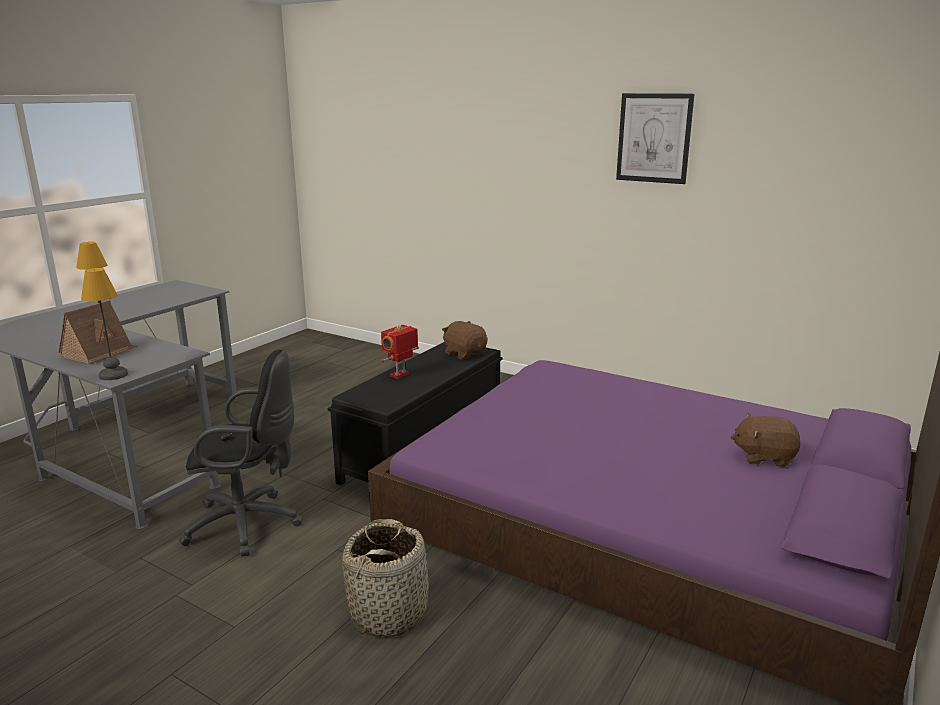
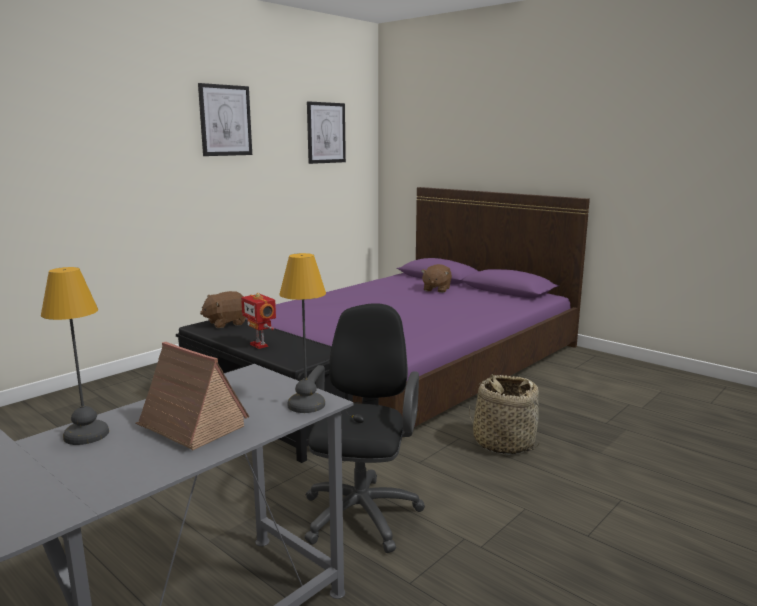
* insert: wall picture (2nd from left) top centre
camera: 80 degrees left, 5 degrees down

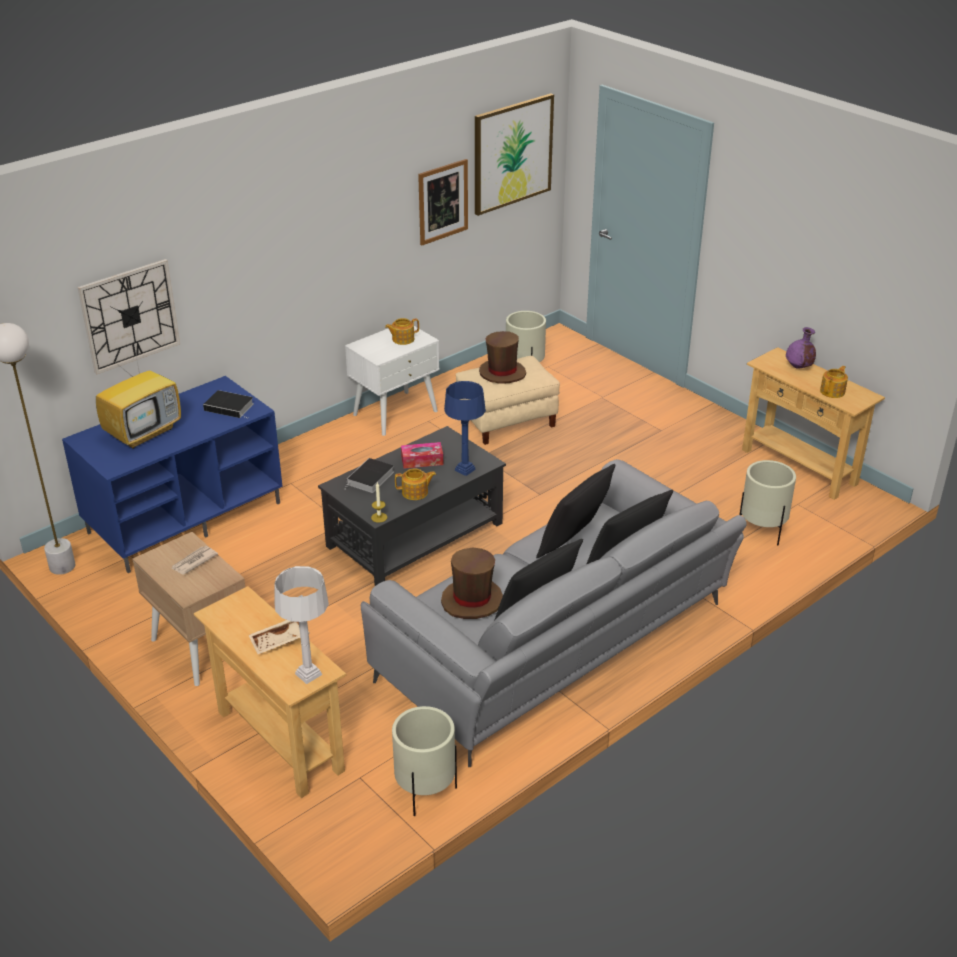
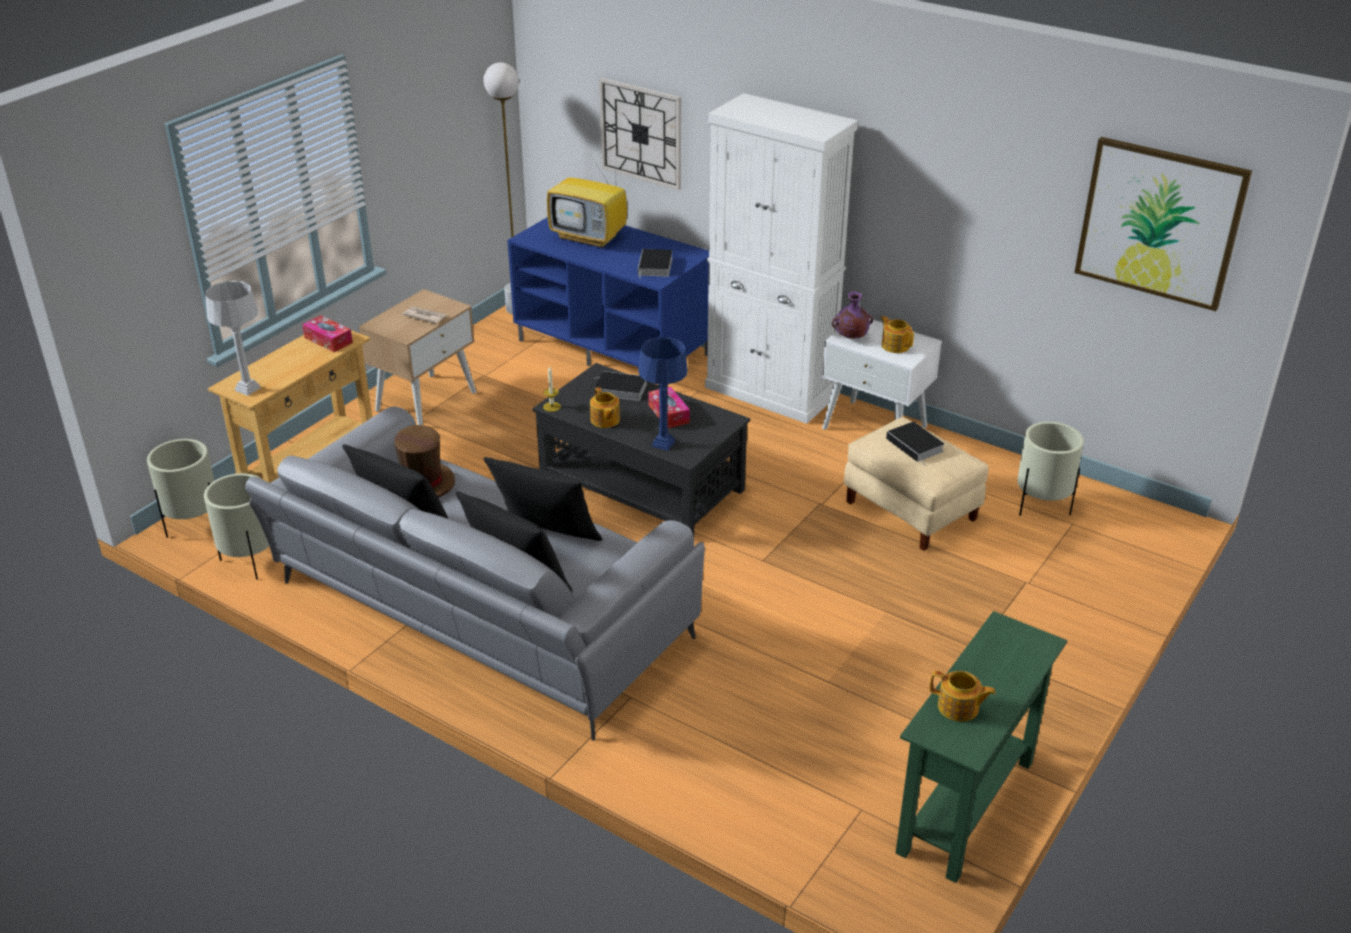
* delete: tray/beige-coloured middle left
* delete: wall picture (1st from left) top centre
* insert: tissue holder (1st from left) middle left
* insert: cabinet/white top centre
* move: flower pot/beige-coloured (3rd from left in the first image) middle right to flower pot/beige-coloured (1st from left) middle left
* move: vase/purple-coloured middle right to centre
* replace: clothing hat/brownish (2nd from left) centre to book (3rd from left) middle right
* recolor: narrow table/beige-coloured (2nd from left) middle right to narrow table/green bottom right
camera: 75 degrees right, 0 degrees up

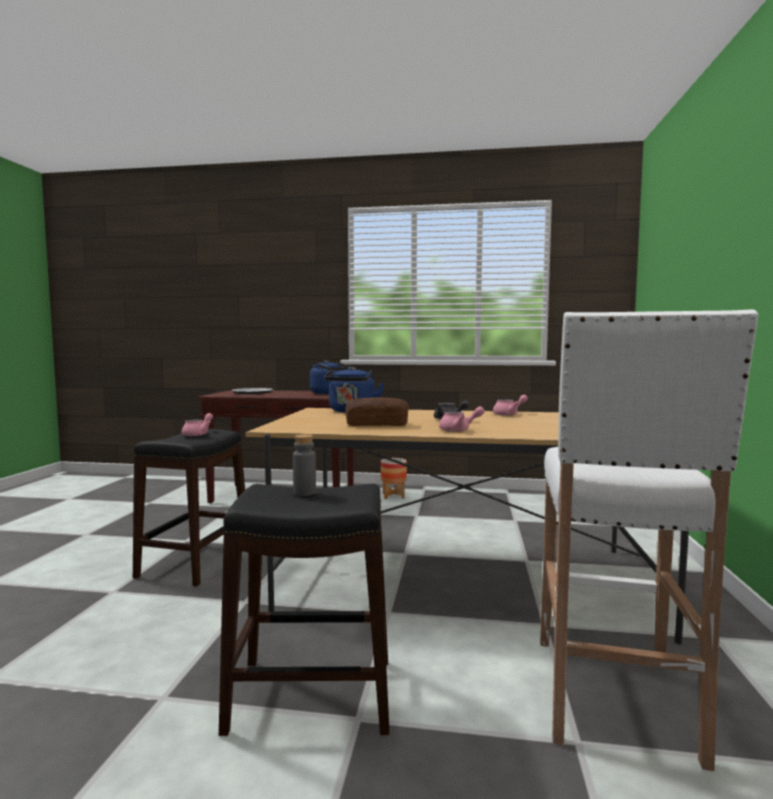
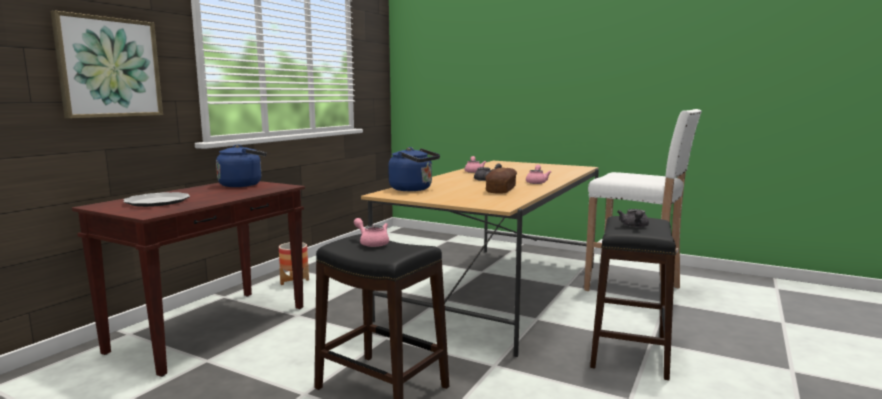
* insert: wall picture top left
* replace: bottle/gray centre to pot for tea/gray (2nd from left) middle right
camera: 70 degrees left, 5 degrees up

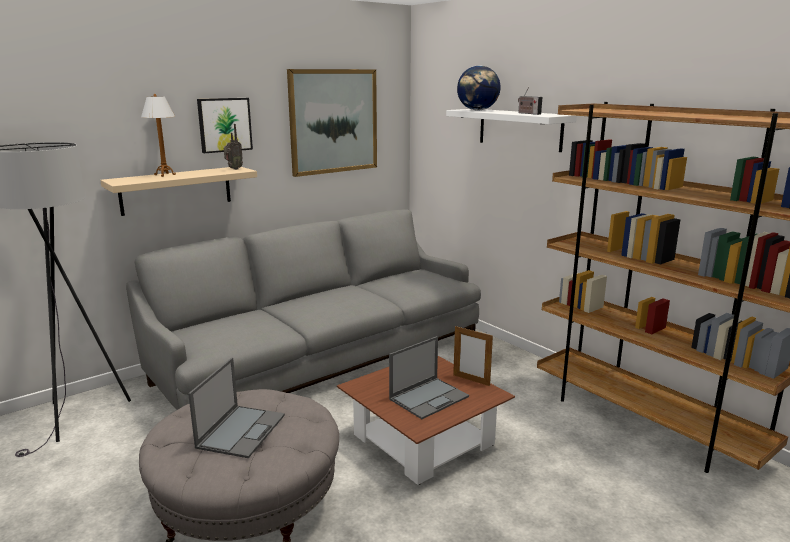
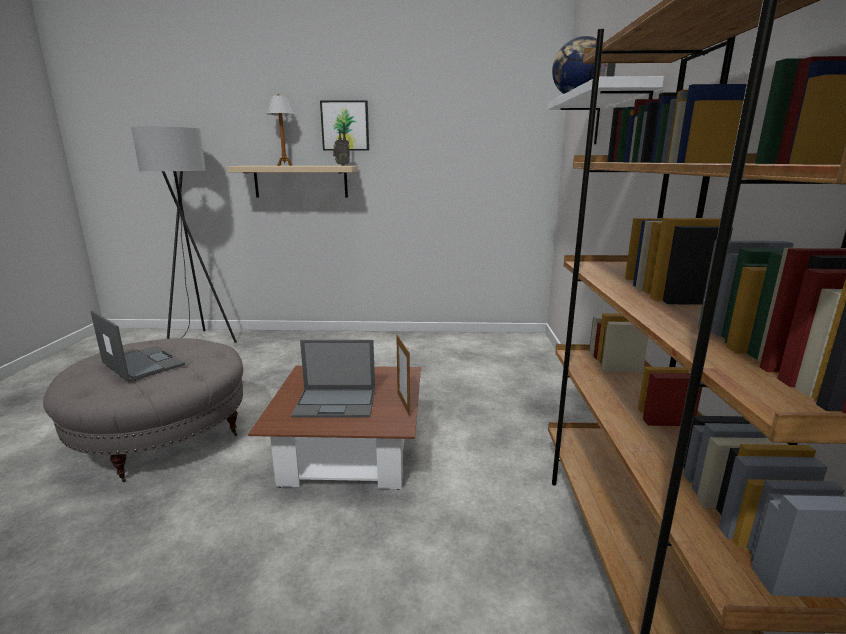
* delete: sofa/gray centre
* delete: wall picture (2nd from left) top centre
* rotate: notebook computer (1st from left) bottom left = middle left 105 degrees counterclockwise
camera: 40 degrees right, 0 degrees up

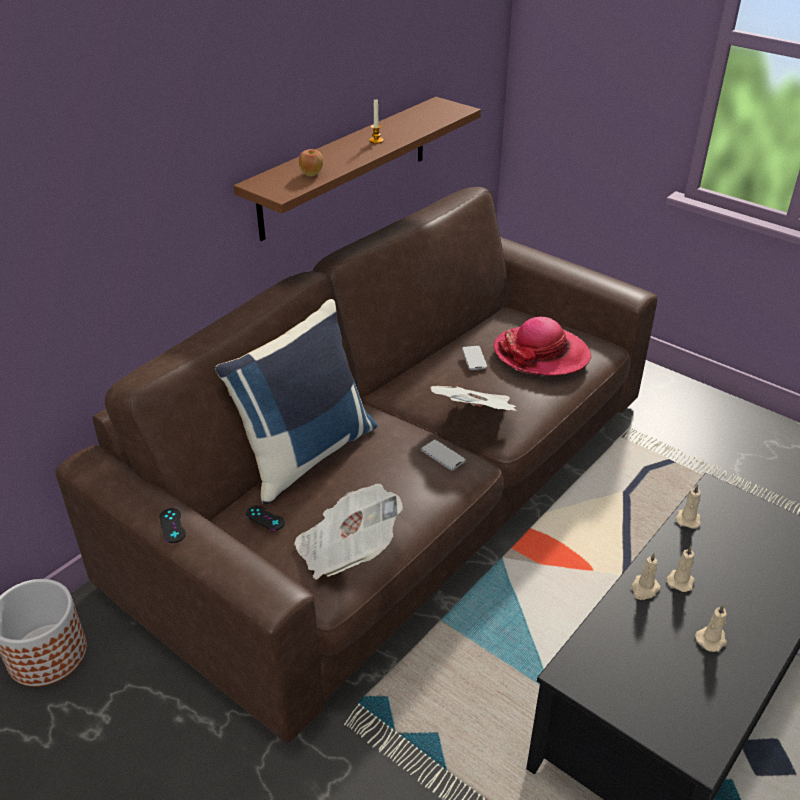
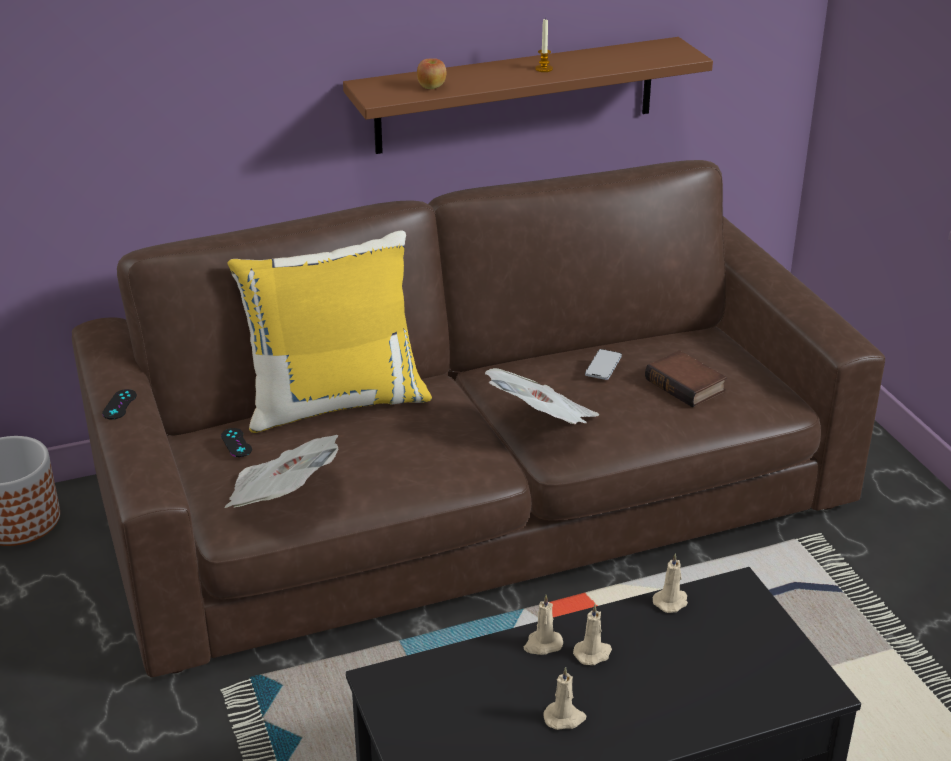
* delete: phone (1st from left) centre
* replace: clothing hat middle right to book middle right
* recolor: cushion/blue-coloured centre to cushion/yellow-coloured centre
camera: 30 degrees right, 5 degrees down

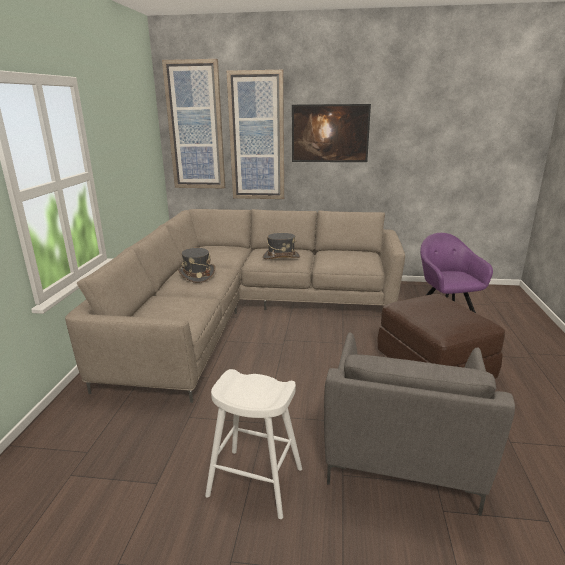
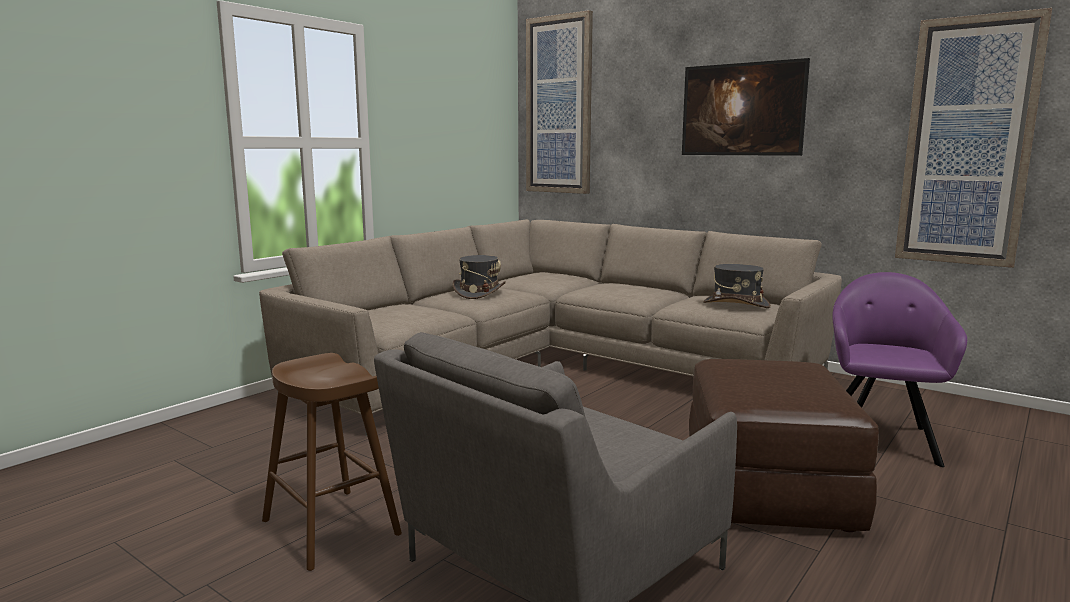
* move: wall picture (2nd from left in the first image) top centre to wall picture (3rd from left) top right
* move: clothing hat/gray (2nd from left) centre to middle right
* recolor: sitting stool/white bottom centre to sitting stool/brownish bottom left
camera: 30 degrees right, 10 degrees down

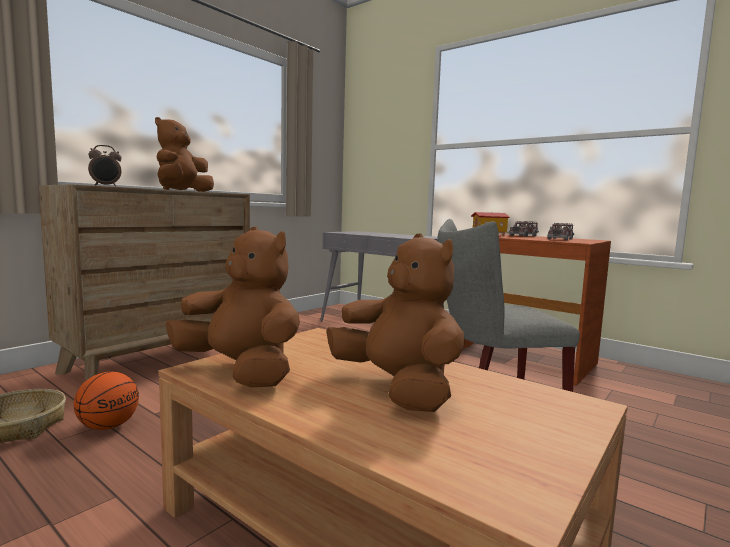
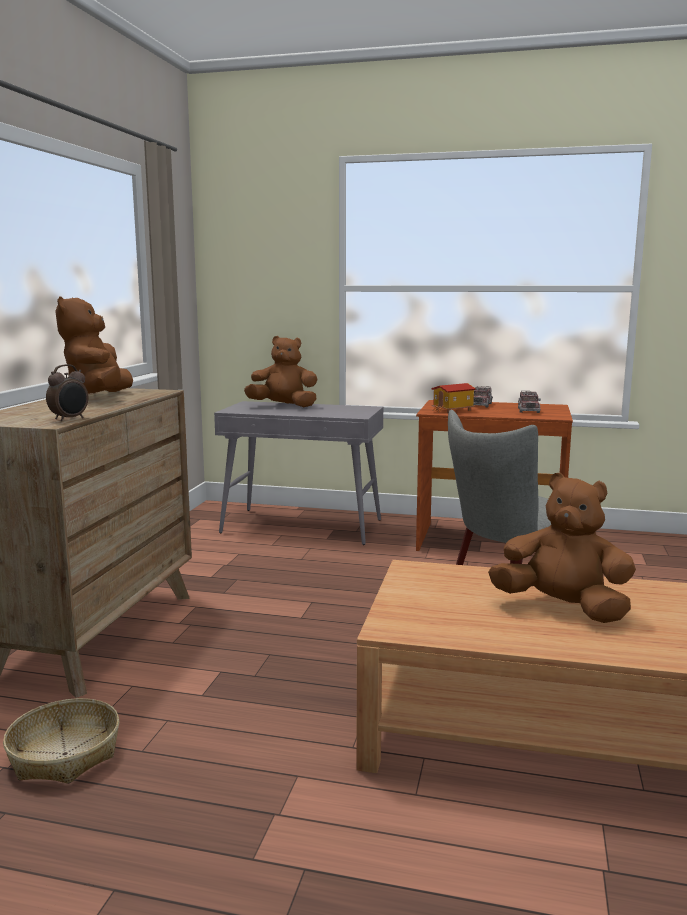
* delete: basketball ball bottom left
* move: cuddly toy/brownish (2nd from left) middle left to centre
camera: 25 degrees left, 5 degrees up

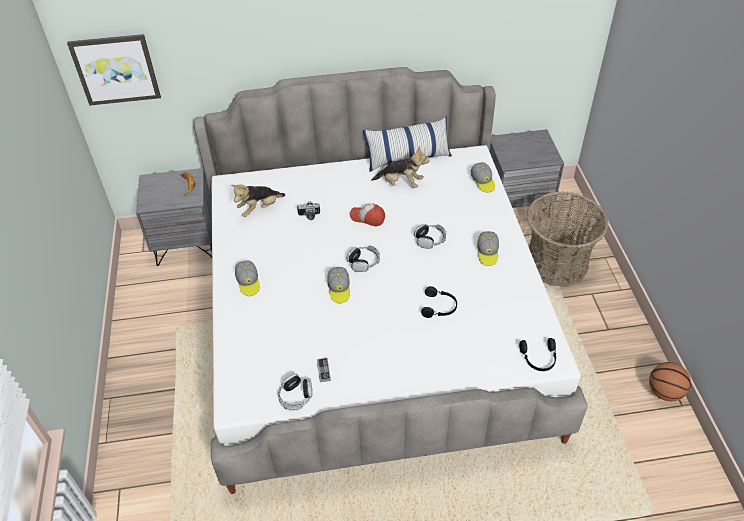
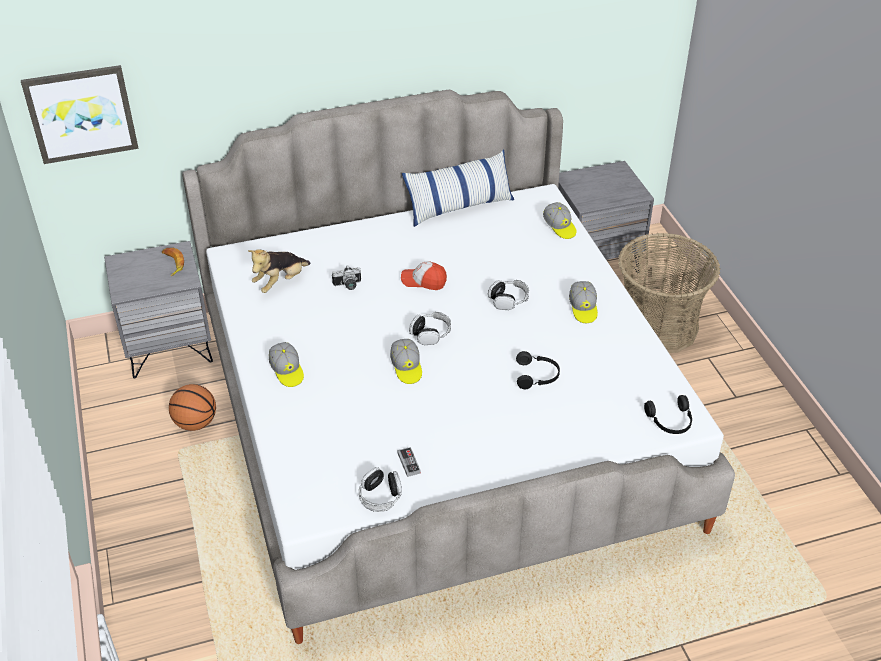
* delete: cuddly toy (2nd from left) top centre
* move: basketball ball bottom right to middle left
camera: 10 degrees left, 5 degrees down

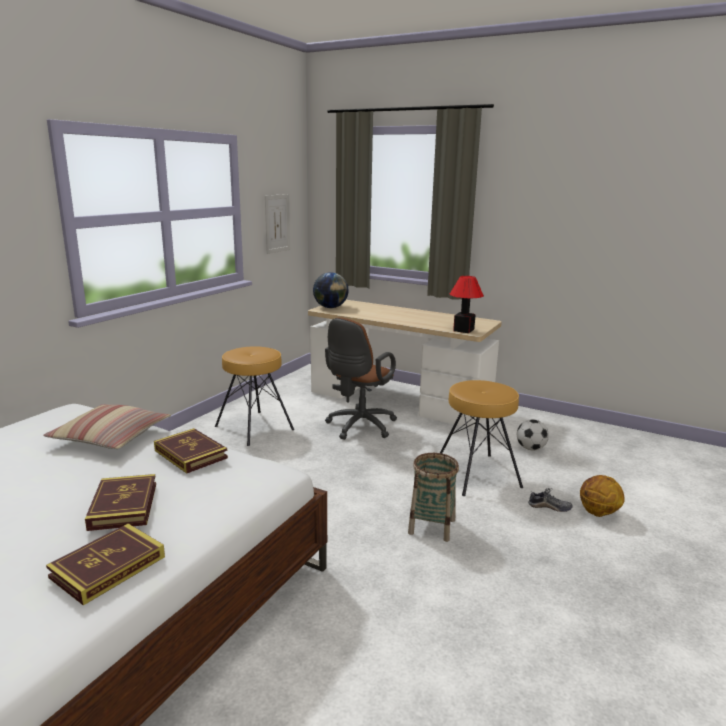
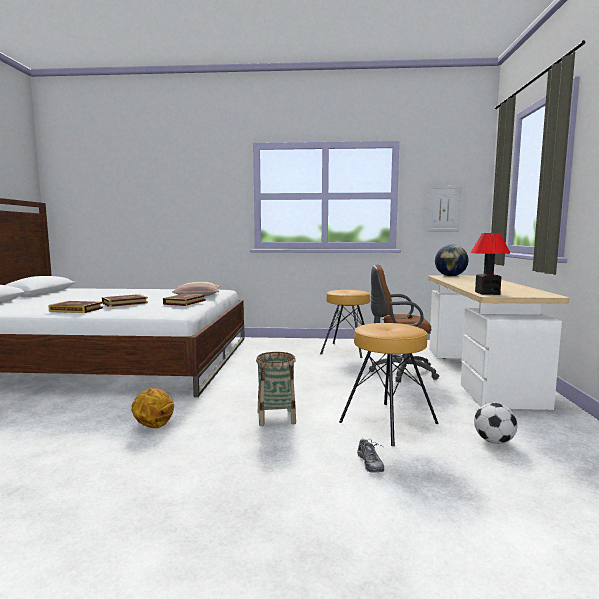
* move: basketball ball bottom right to bottom left
camera: 65 degrees right, 10 degrees down

